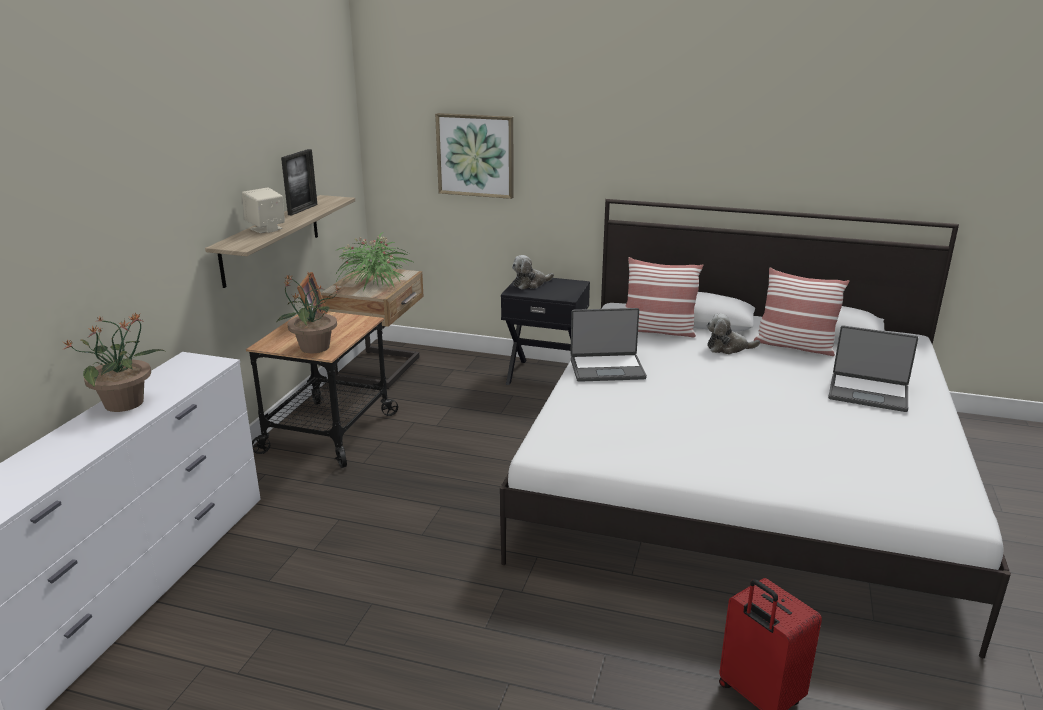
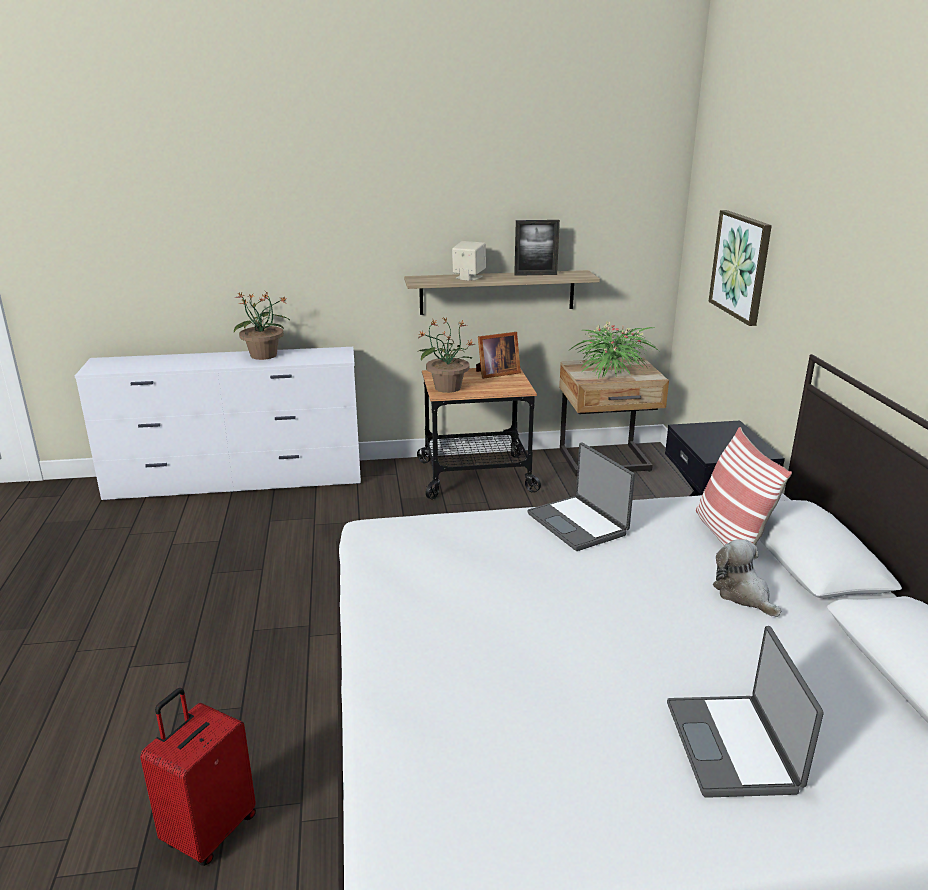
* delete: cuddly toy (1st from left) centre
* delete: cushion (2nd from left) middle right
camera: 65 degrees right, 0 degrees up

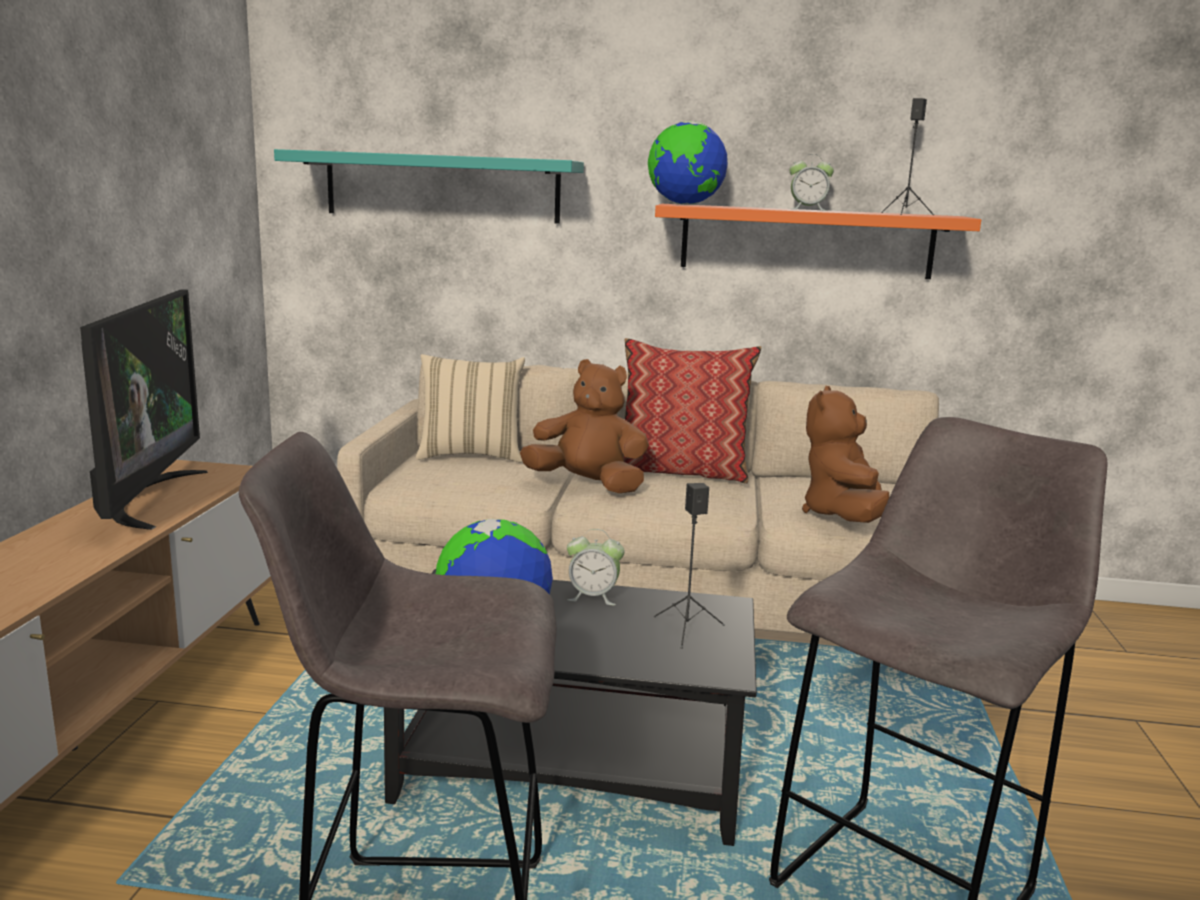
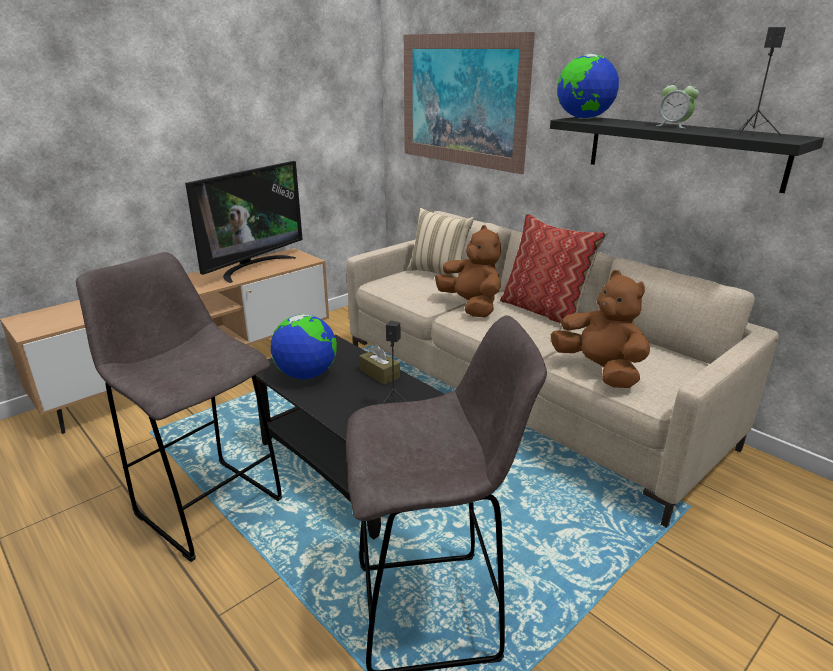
* replace: shelf/turquoise-coloured top centre to wall picture top centre
* replace: bedside clock (1st from left) centre to tissue holder/brownish centre
* recolor: shelf/orangey top right to shelf/blackish top right
* rotate: cuddly toy/brownish (2nd from left) middle right = middle right 90 degrees clockwise
camera: 40 degrees right, 10 degrees up

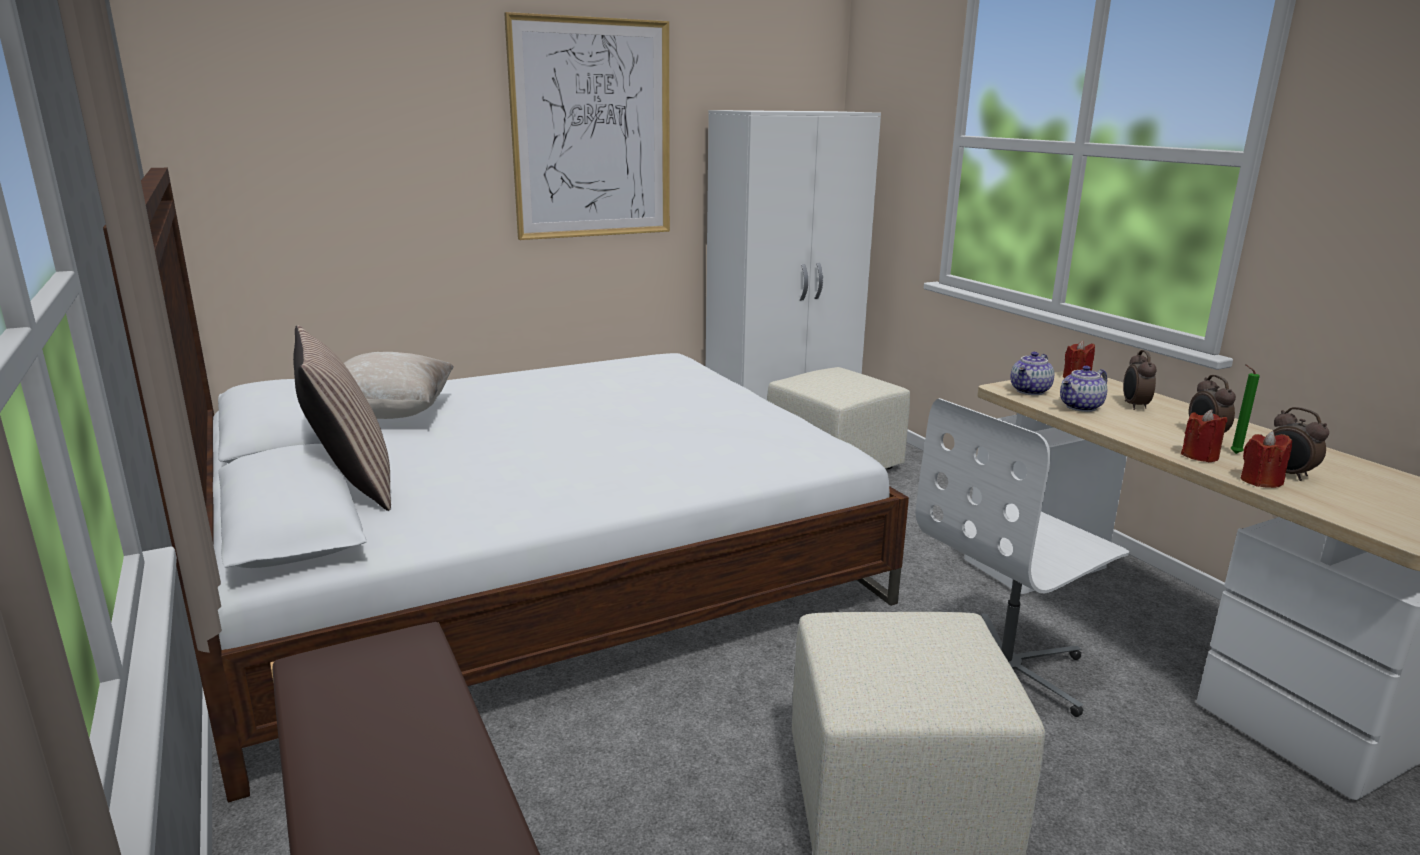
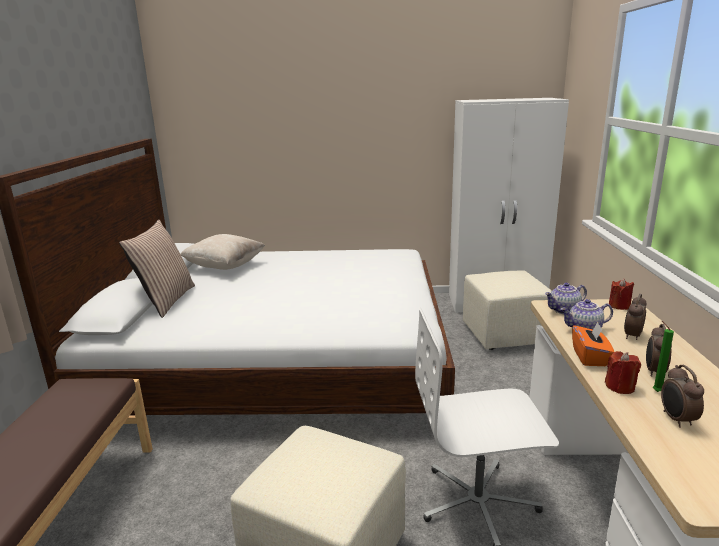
* delete: wall picture top centre
* delete: candle/reddish (3rd from left) middle right
* insert: tissue holder/orangey middle right
camera: 30 degrees right, 0 degrees up

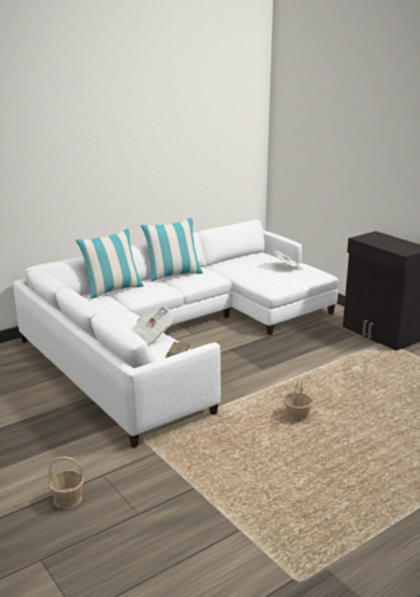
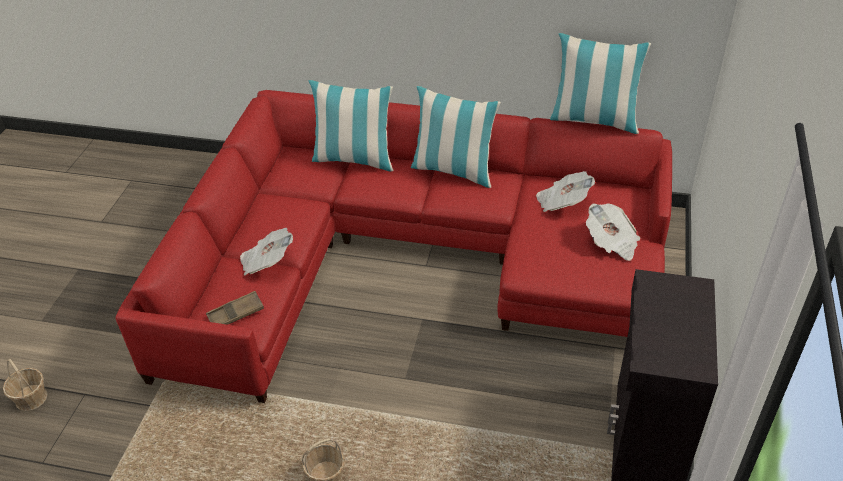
* insert: printed paper (2nd from left) middle right
* insert: cushion (3rd from left) top right
* recolor: sofa/white centre to sofa/reddish centre
camera: 50 degrees right, 20 degrees up

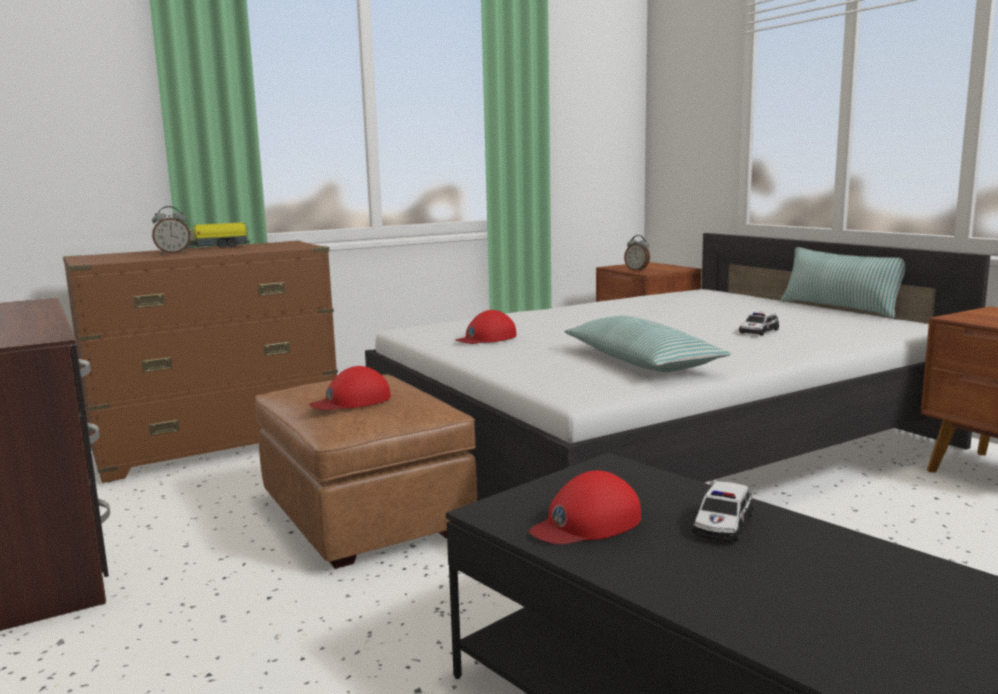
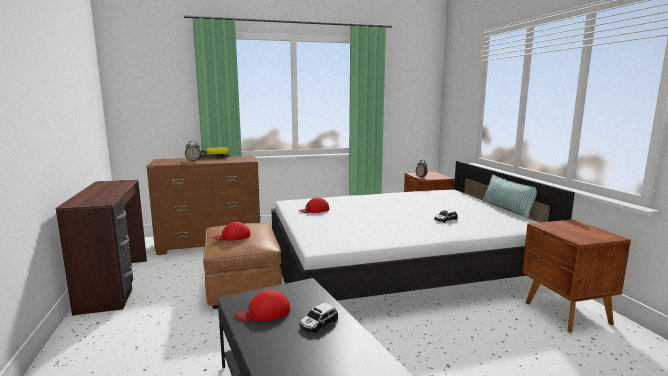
* delete: cushion (1st from left) centre
camera: 15 degrees right, 0 degrees up

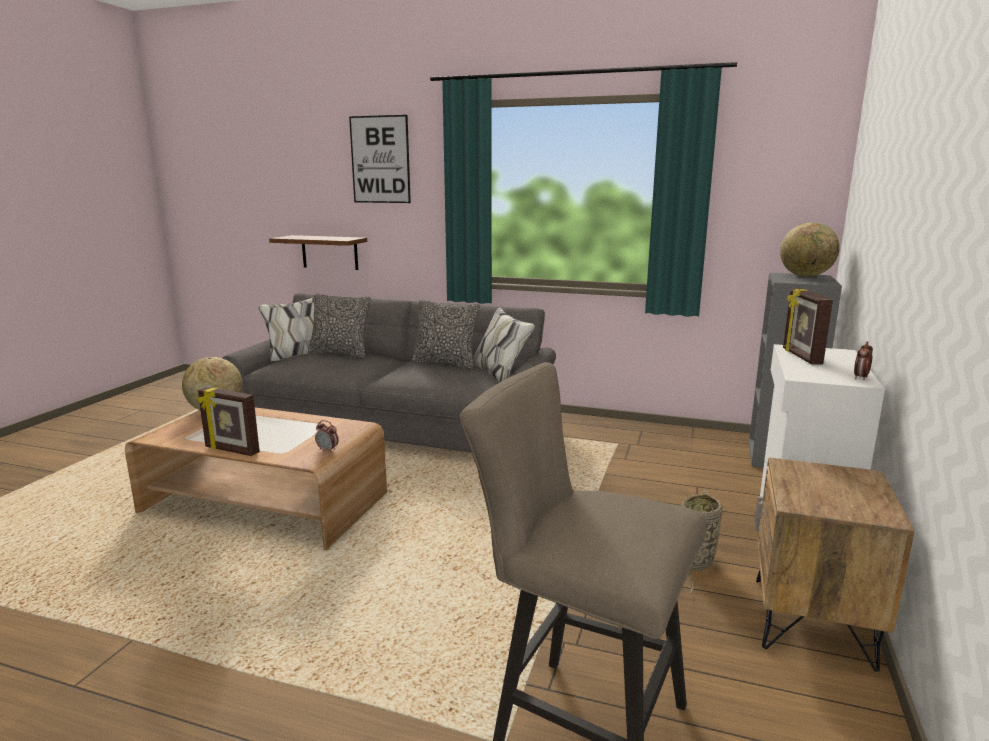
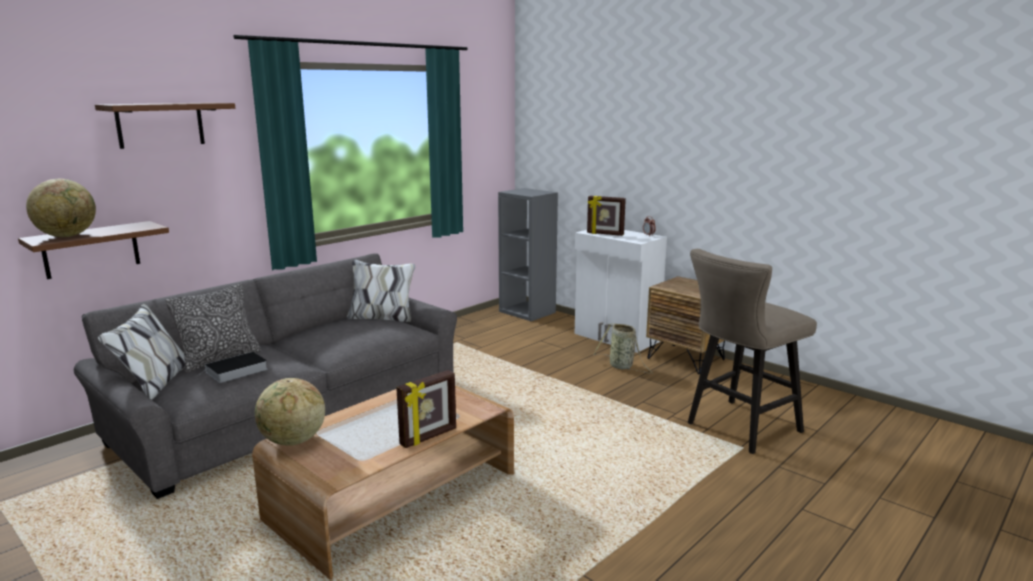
* delete: bedside clock (1st from left) middle left
* delete: cushion (2nd from left) centre
* insert: book middle left
* move: globe (2nd from left in the first image) middle right to globe (1st from left) middle left
* replace: wall picture top centre to shelf/brownish (2nd from left) top left
camera: 65 degrees left, 0 degrees up

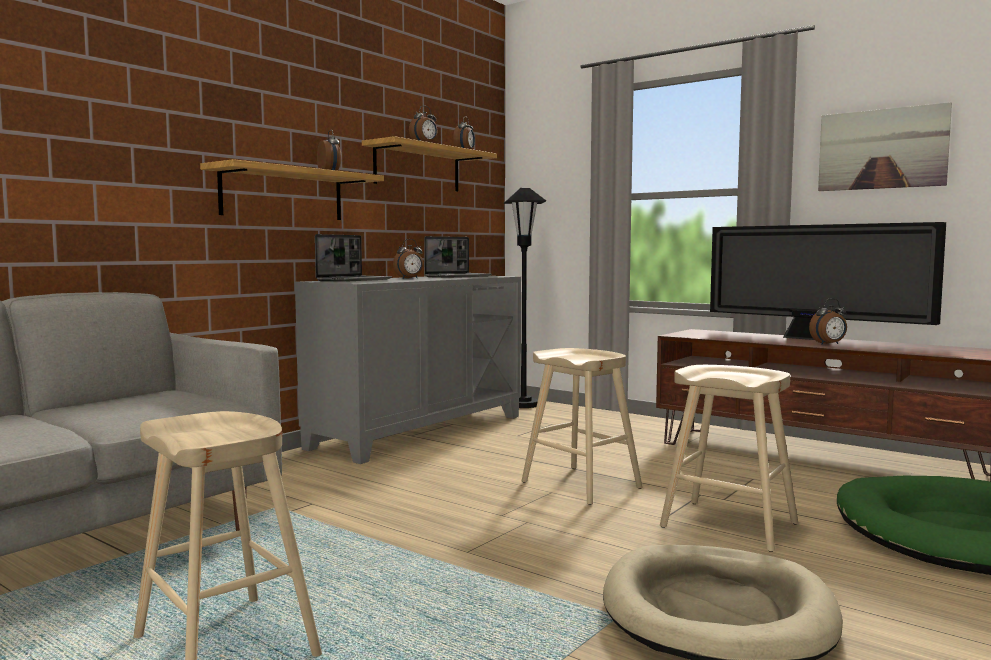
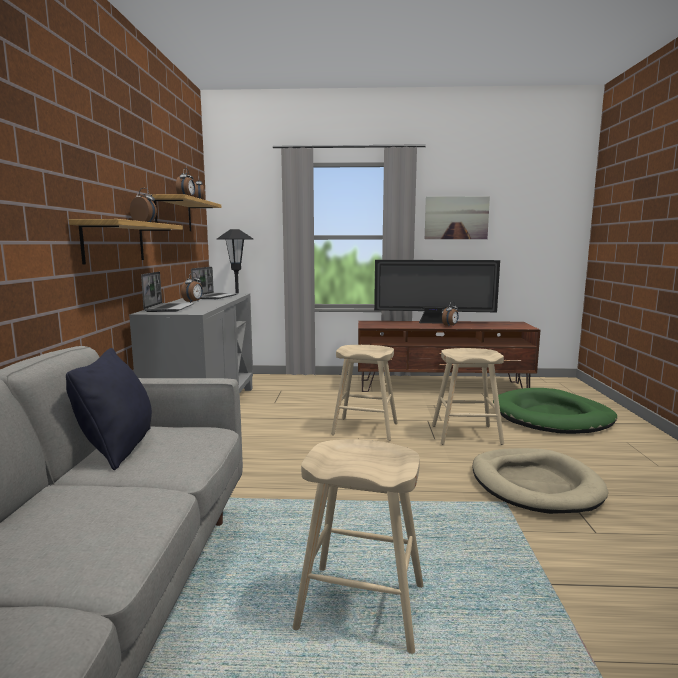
* insert: cushion/blackish middle left
camera: 35 degrees left, 5 degrees up

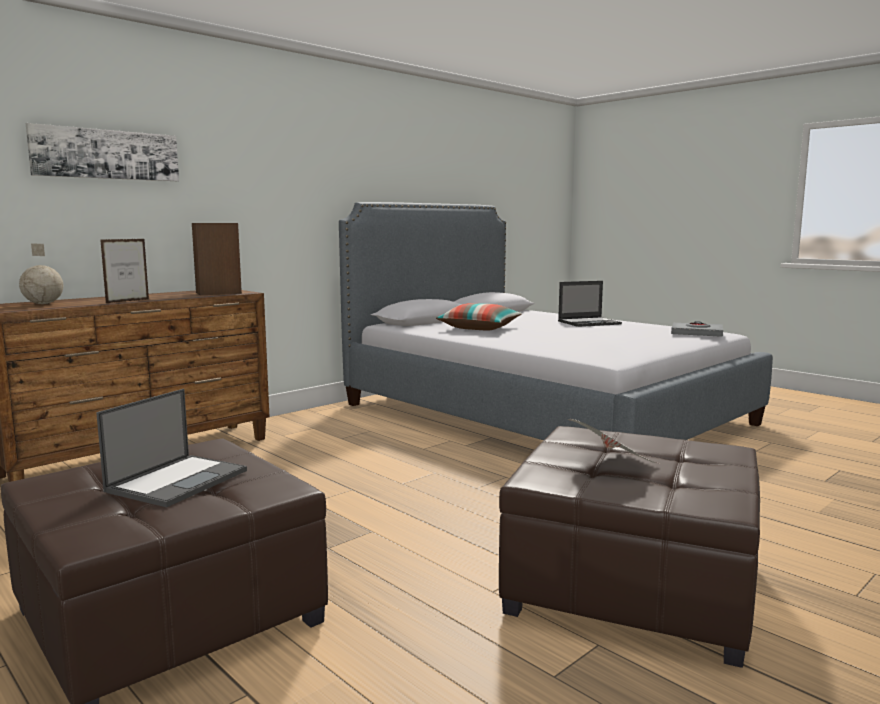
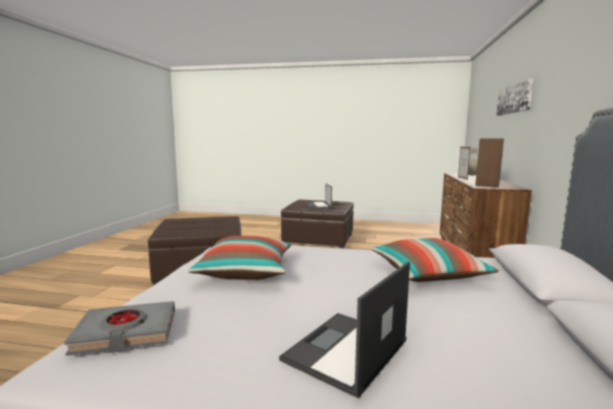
* delete: printed paper middle right
* insert: cushion (1st from left) centre
camera: 145 degrees right, 0 degrees up

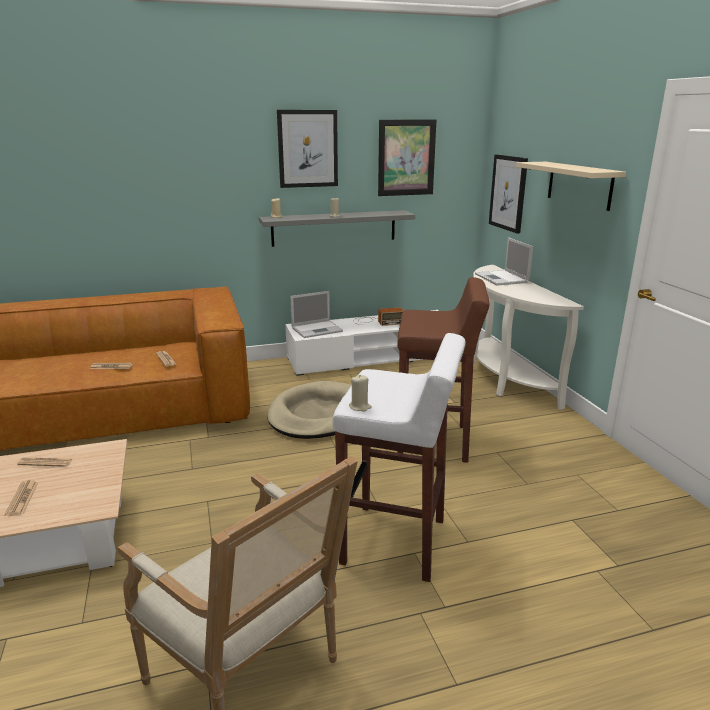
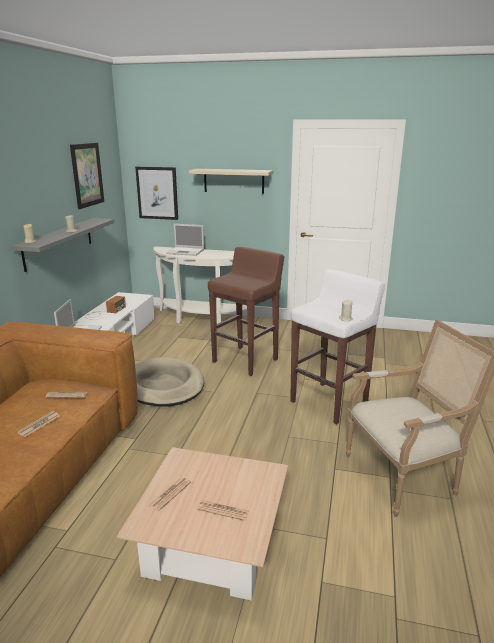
* delete: wall picture (1st from left) top centre
camera: 60 degrees left, 0 degrees up

